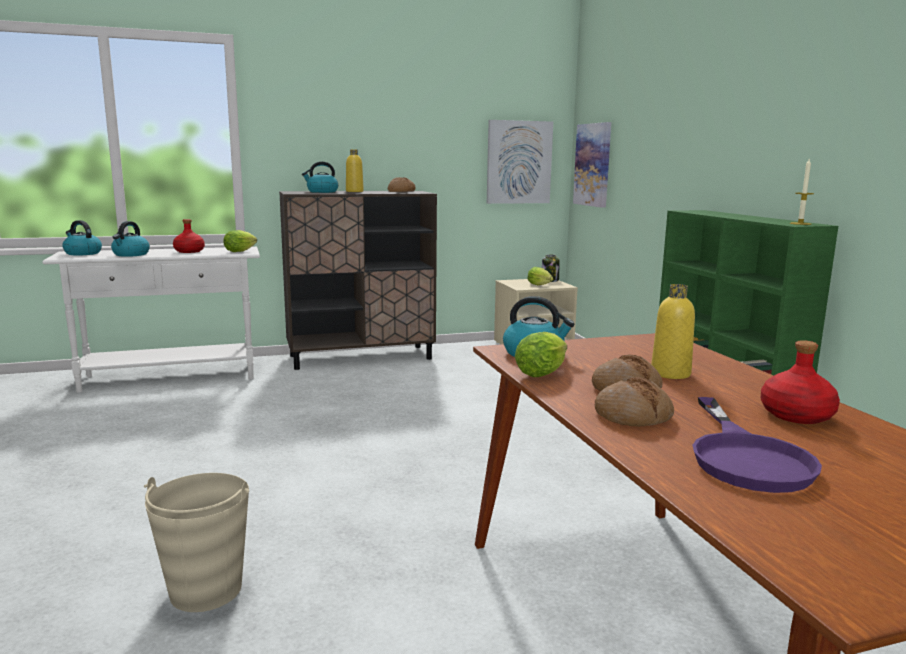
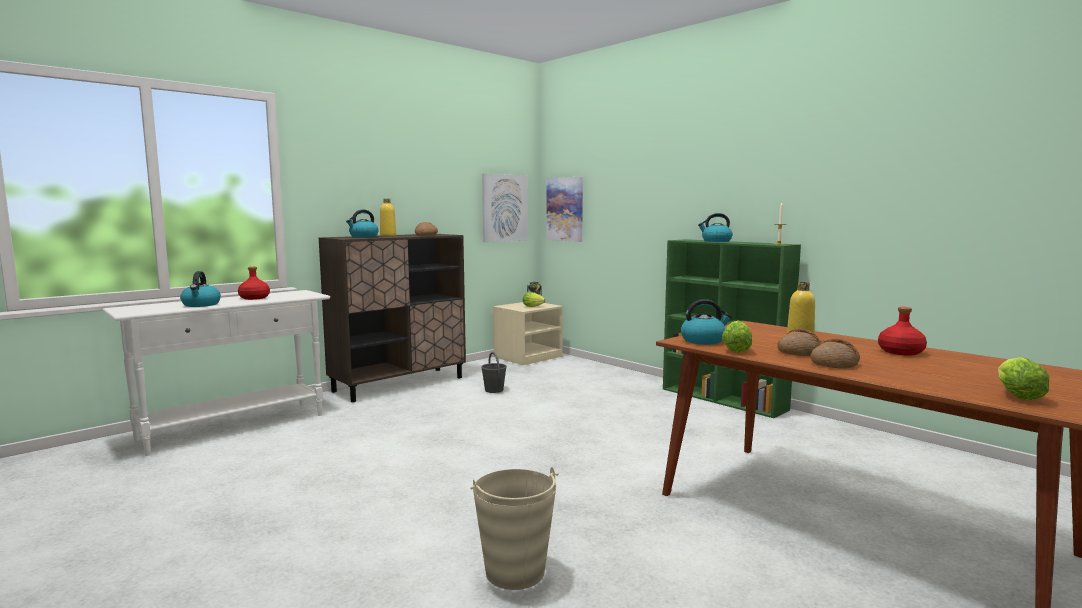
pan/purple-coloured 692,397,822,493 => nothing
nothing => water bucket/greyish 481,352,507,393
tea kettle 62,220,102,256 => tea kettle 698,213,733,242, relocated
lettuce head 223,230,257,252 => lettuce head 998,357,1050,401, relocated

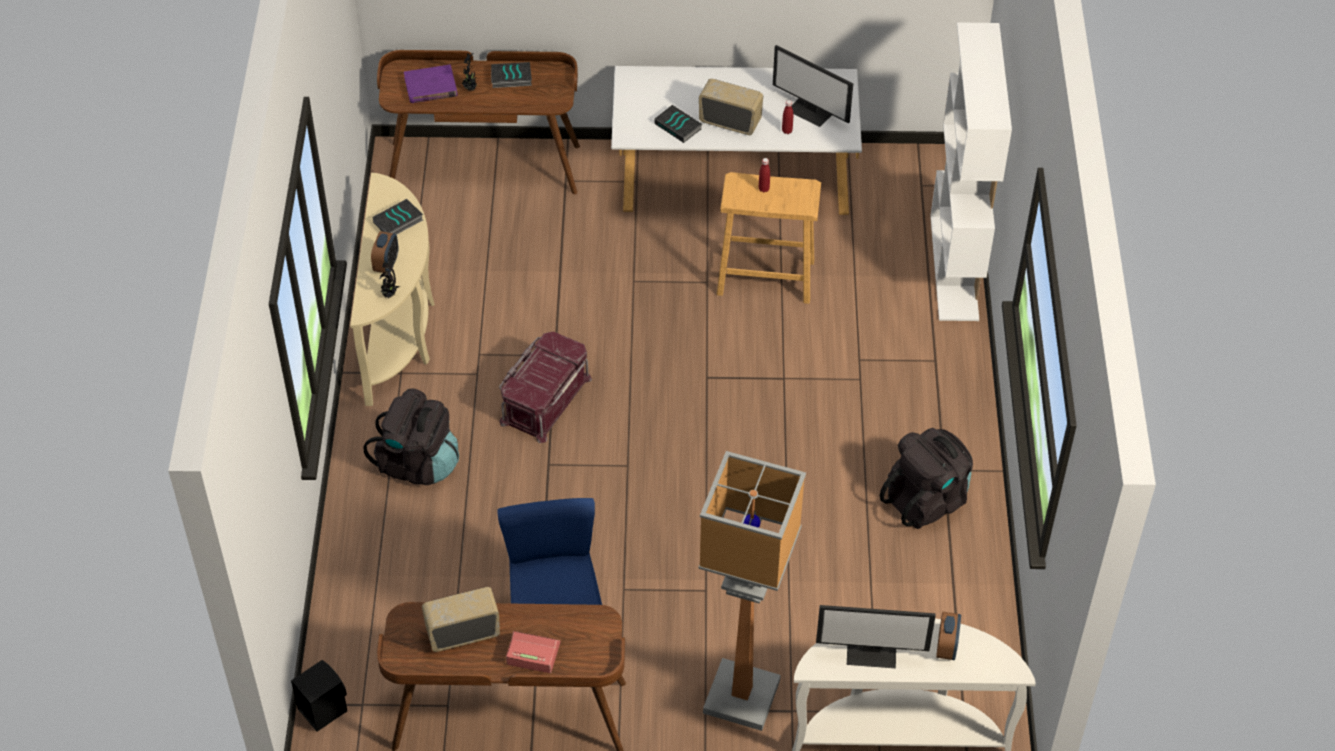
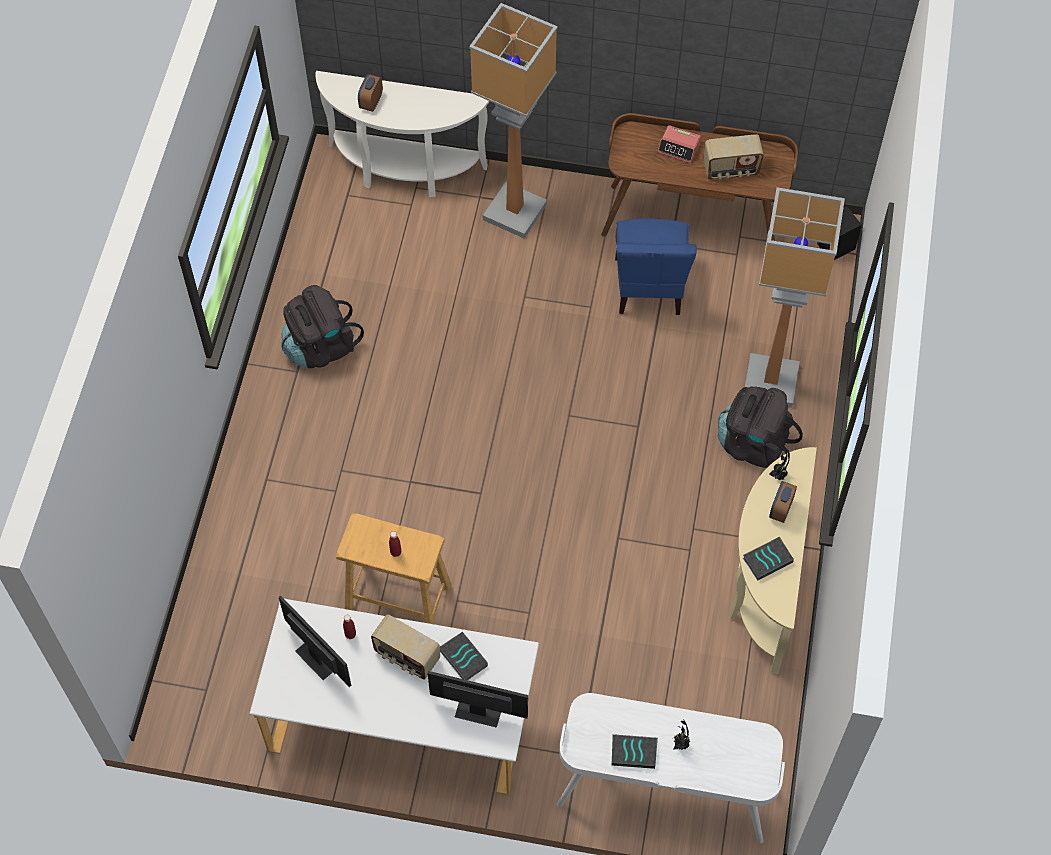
book/purple-coloured 404,64,457,103 => nothing
storage container/red 499,331,592,443 => nothing
shelving unit/whitish 930,22,1012,321 => nothing
nothing => standard lamp 745,187,845,408
monitor 816,605,936,668 => monitor 427,671,528,728, relocated
desk table/brownish 377,50,580,194 => desk table/whitish 557,693,785,844

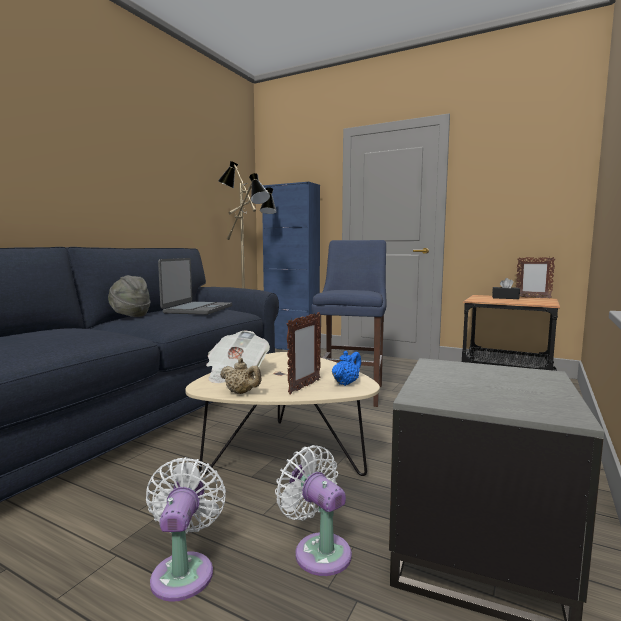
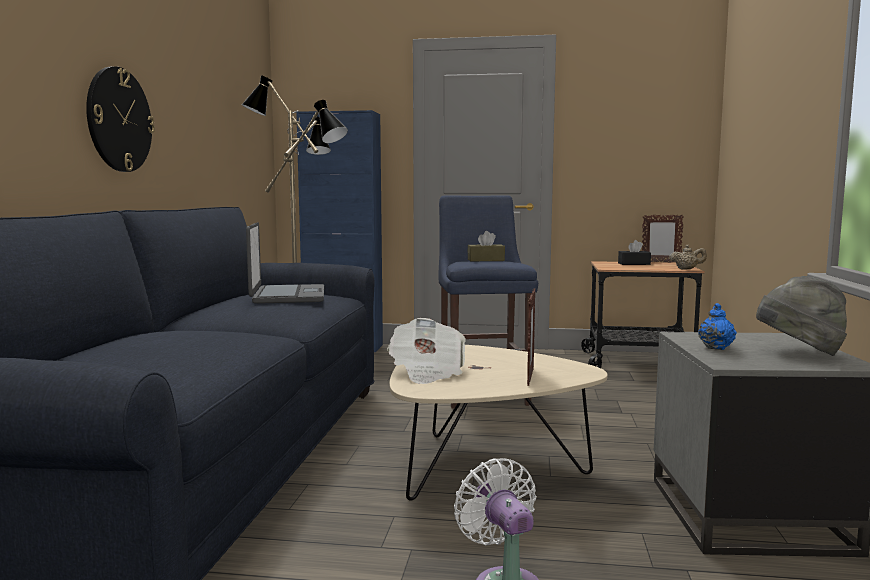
electric fan/whitish 275,445,352,576 => nothing
nothing => wall clock 86,66,155,172
nothing => tissue box/brownish 468,231,505,261
clothing hat/greyish 108,275,150,317 => clothing hat/greyish 756,276,847,356, relocated
tea pot/beige-coloured 220,358,262,394 => tea pot/beige-coloured 669,245,707,270, relocated
tea pot/bluish 332,351,361,386 => tea pot/bluish 698,303,737,350, relocated

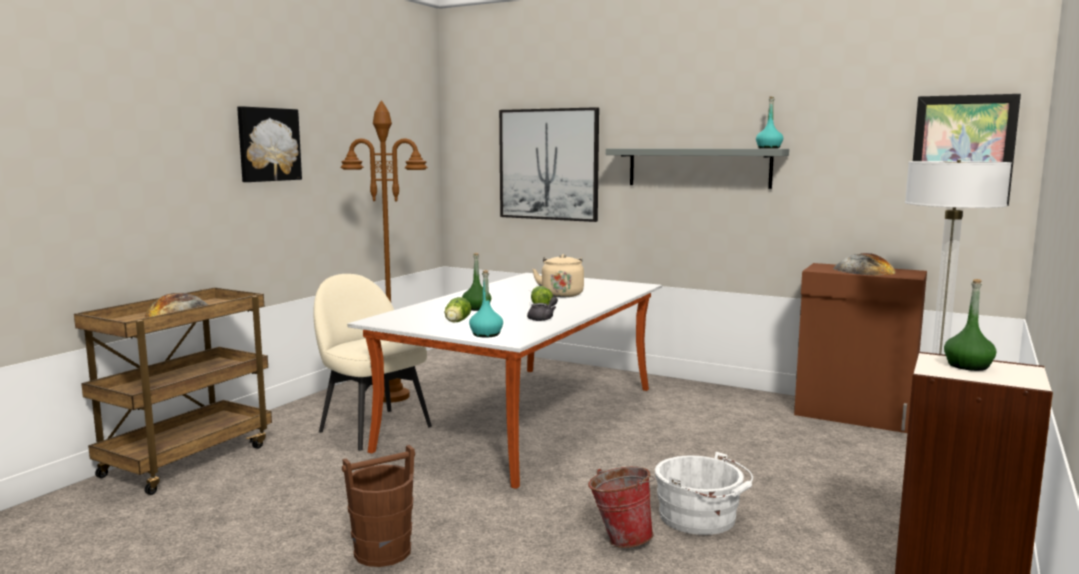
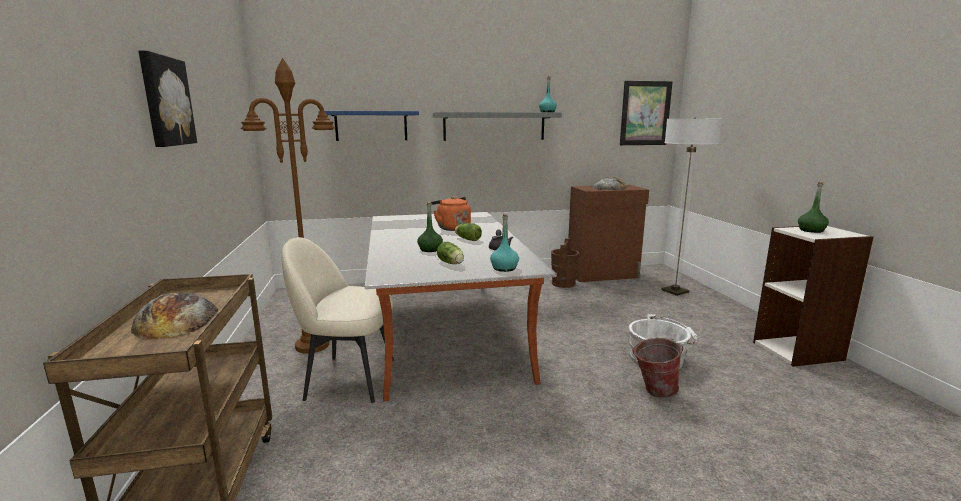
water bucket/brownish 342,445,415,567 => water bucket/brownish 551,238,579,288, relocated
wall art 499,107,599,222 => shelf/bluish 318,111,419,141
tea kettle/beige-coloured 532,254,584,297 => tea kettle/orangey 431,196,471,231

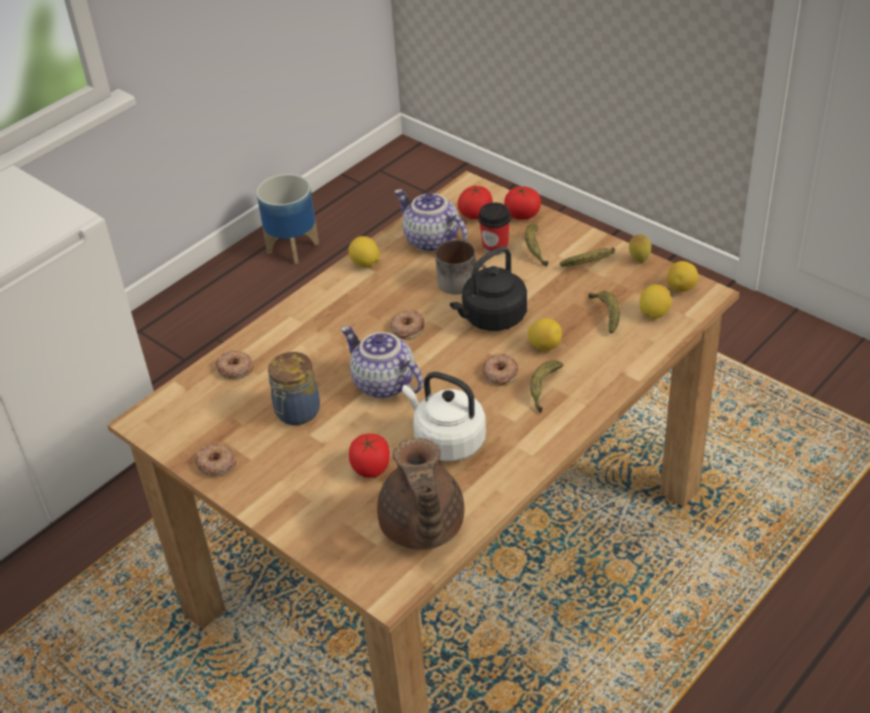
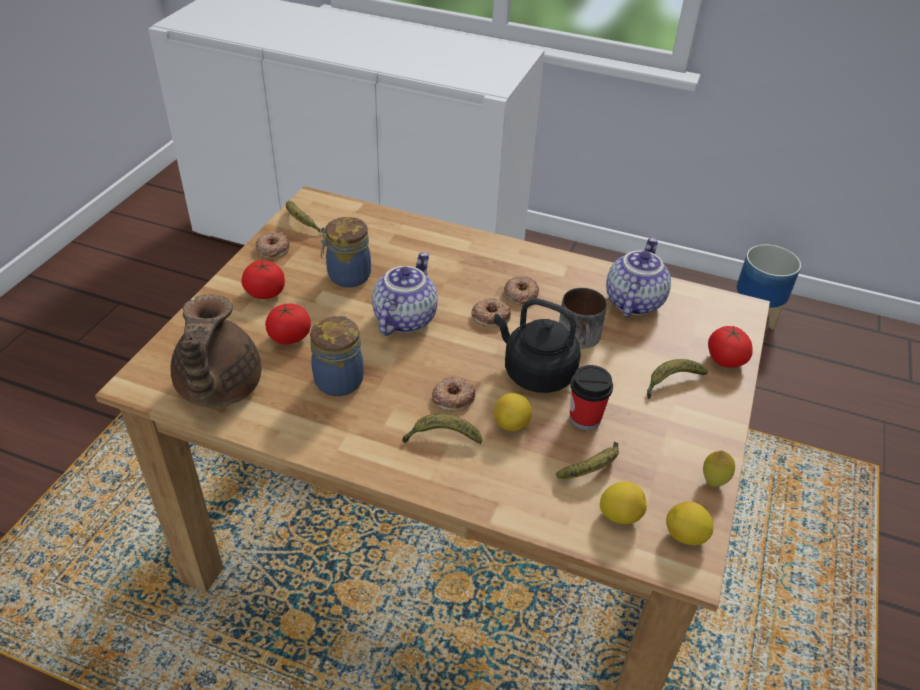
lemon 348,236,380,267 => nothing
ring doughnut 215,350,253,380 => ring doughnut 504,275,539,305, relocated
fresh tomato 458,185,493,220 => fresh tomato 241,260,285,299, relocated
cup 478,202,511,255 => cup 570,365,613,430, relocated
banana fruit 560,247,615,267 => banana fruit 286,201,325,233, relocated
tea kettle/whitish 402,372,486,461 => preserve jar 310,316,364,396
tea pot/brownish 377,438,465,550 => tea pot/brownish 170,294,262,407, 60 degrees counterclockwise

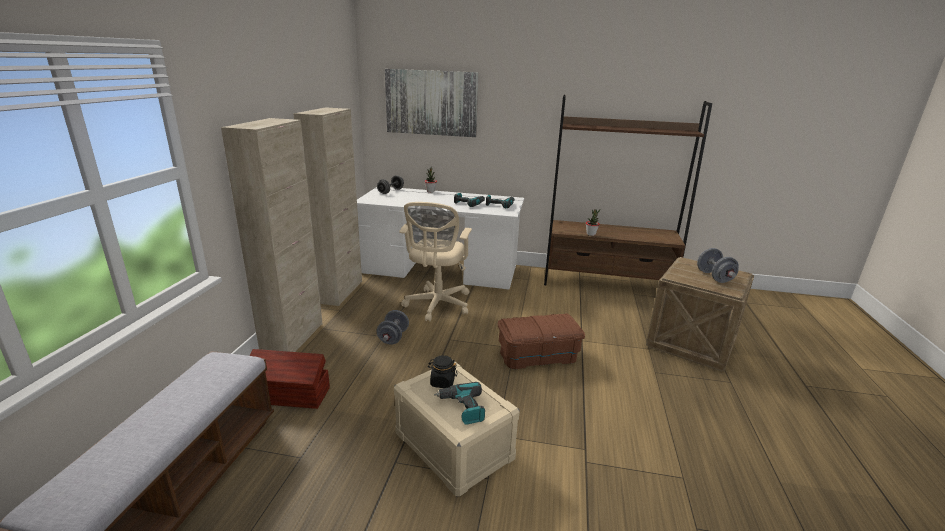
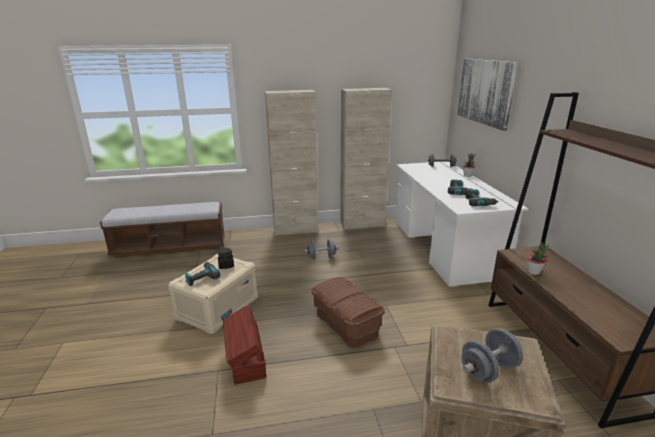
computer chair/beige-coloured 399,202,472,322 => nothing
storage container/brownish 249,349,330,409 => storage container/brownish 223,305,266,385, relocated

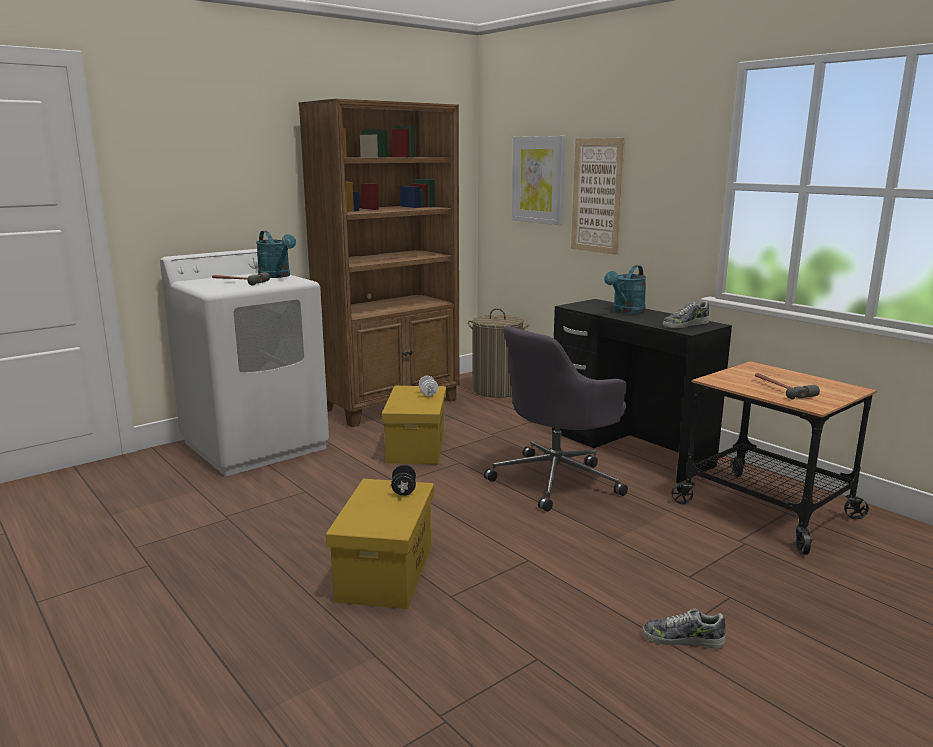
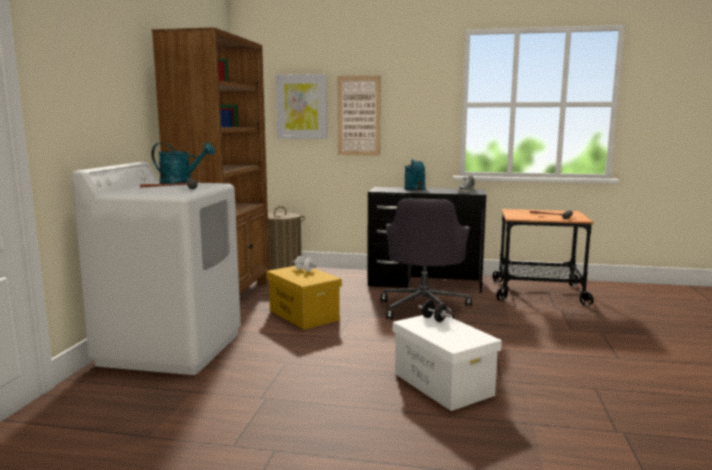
item of footwear 642,608,726,649 => nothing
storage container/yellowish 326,479,434,609 => storage container/whitish 393,313,502,411

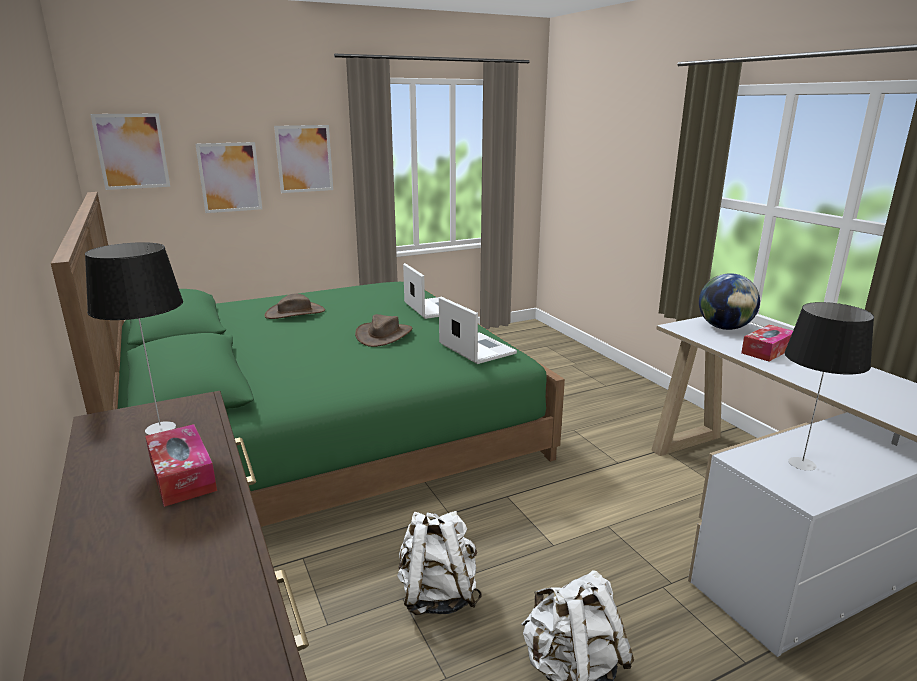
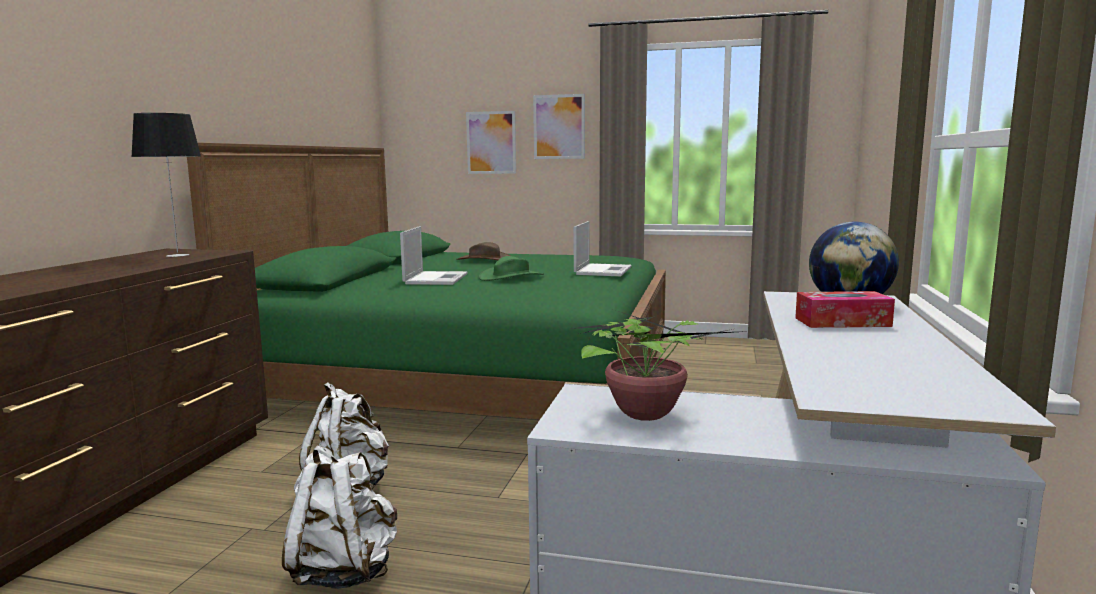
wall art 90,114,170,190 => nothing
tissue box 145,424,217,507 => nothing
laptop 439,297,517,364 => laptop 400,226,468,285, relocated
lamp for a table 785,302,874,471 => potted plant 571,312,749,421
clothing hat/brownish 355,314,412,347 => clothing hat/greenish 479,256,544,281

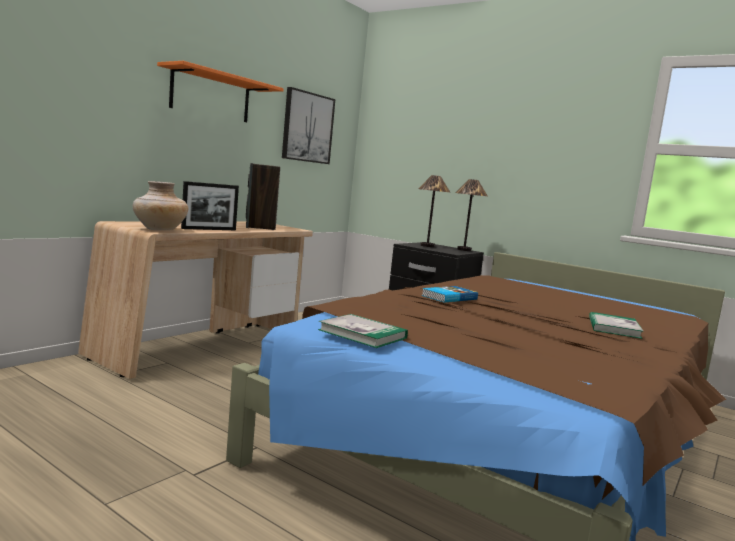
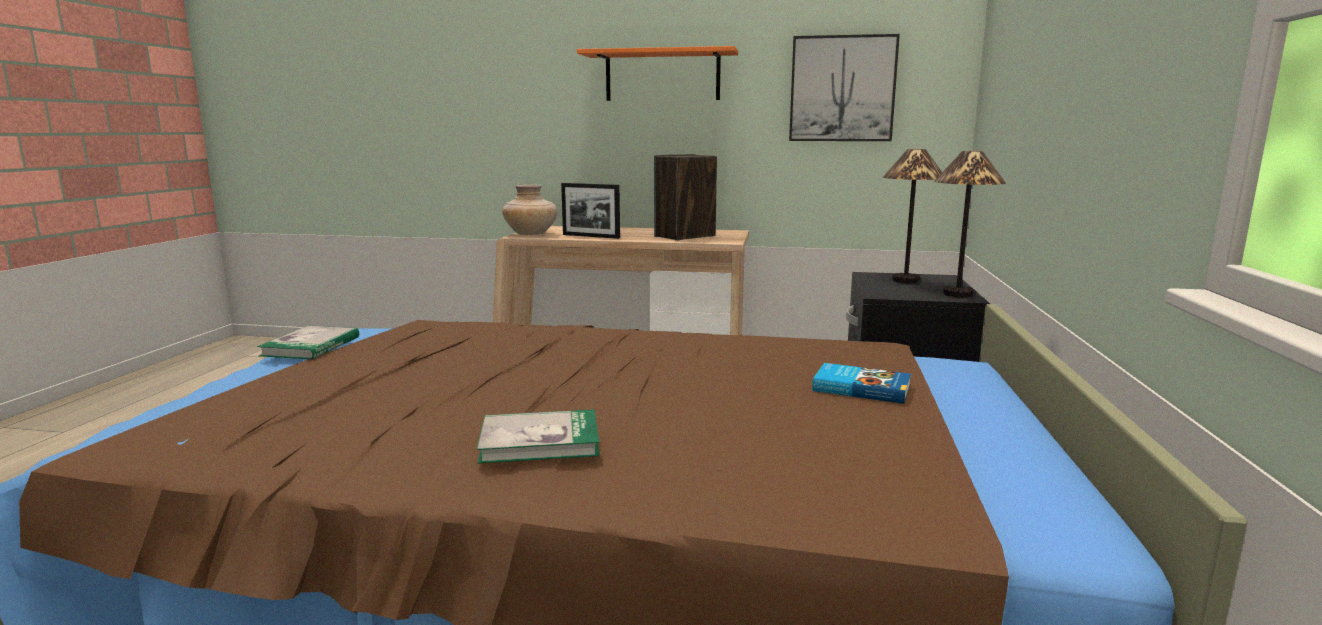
book 422,286,478,303 => book 812,363,911,404, relocated

